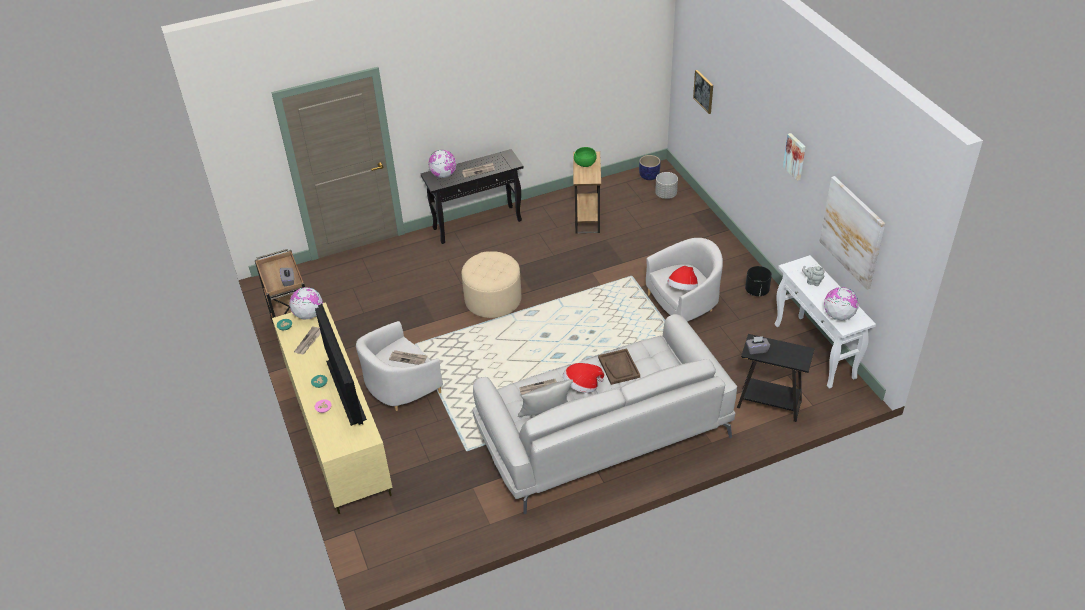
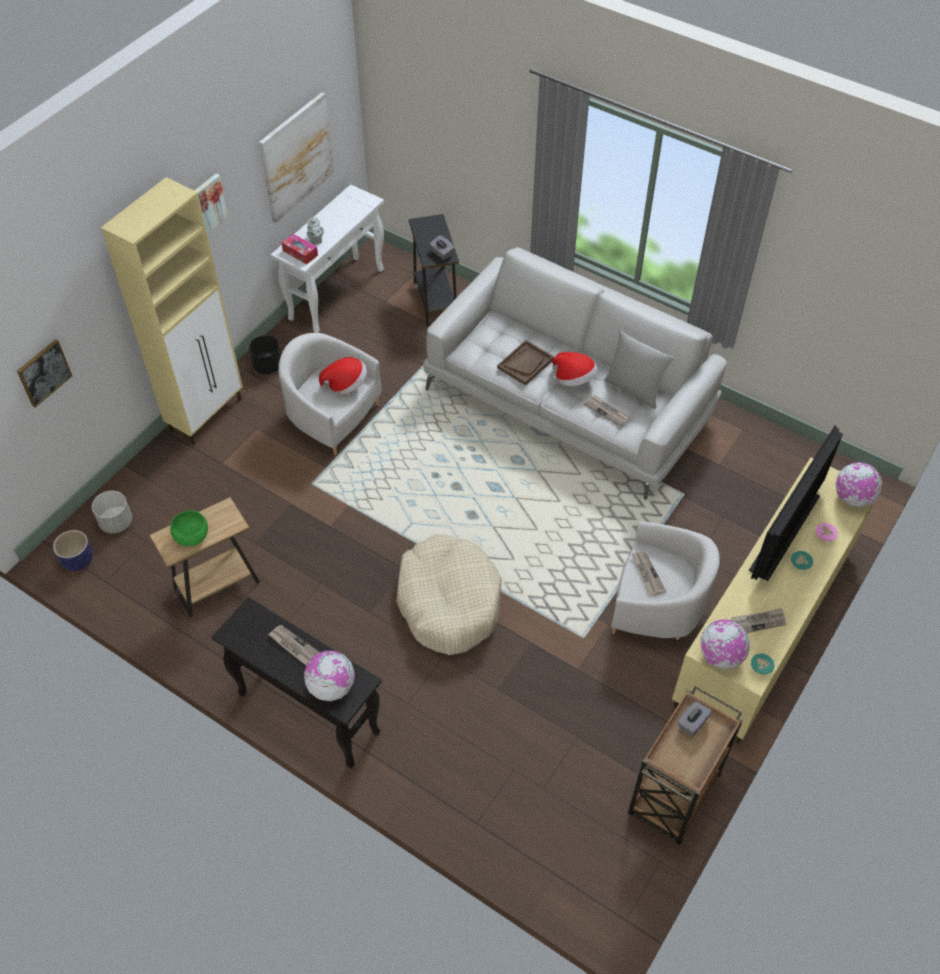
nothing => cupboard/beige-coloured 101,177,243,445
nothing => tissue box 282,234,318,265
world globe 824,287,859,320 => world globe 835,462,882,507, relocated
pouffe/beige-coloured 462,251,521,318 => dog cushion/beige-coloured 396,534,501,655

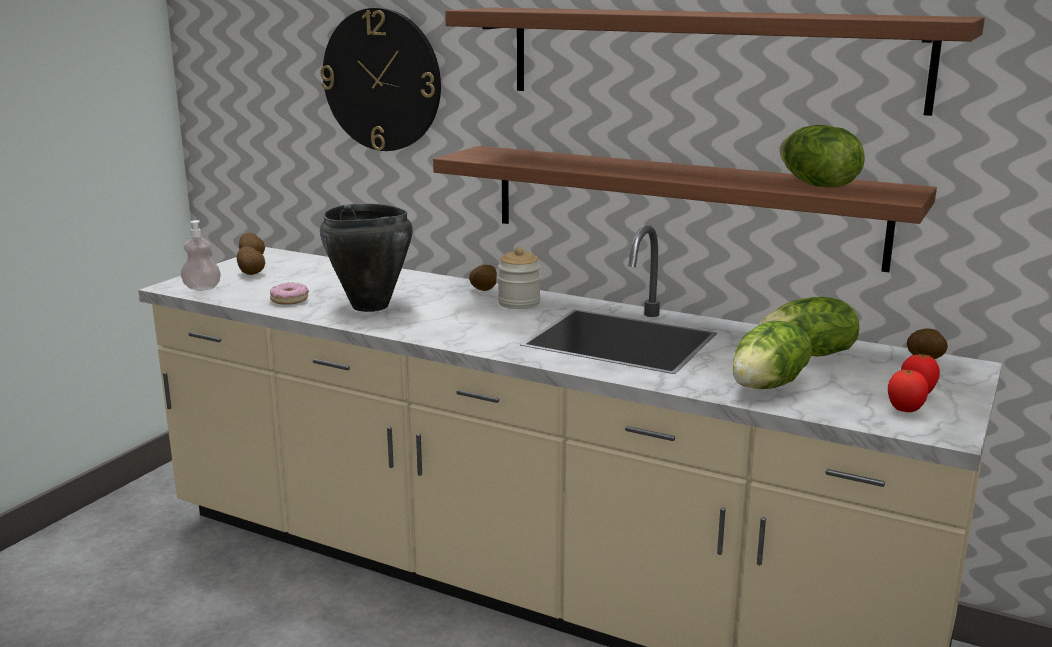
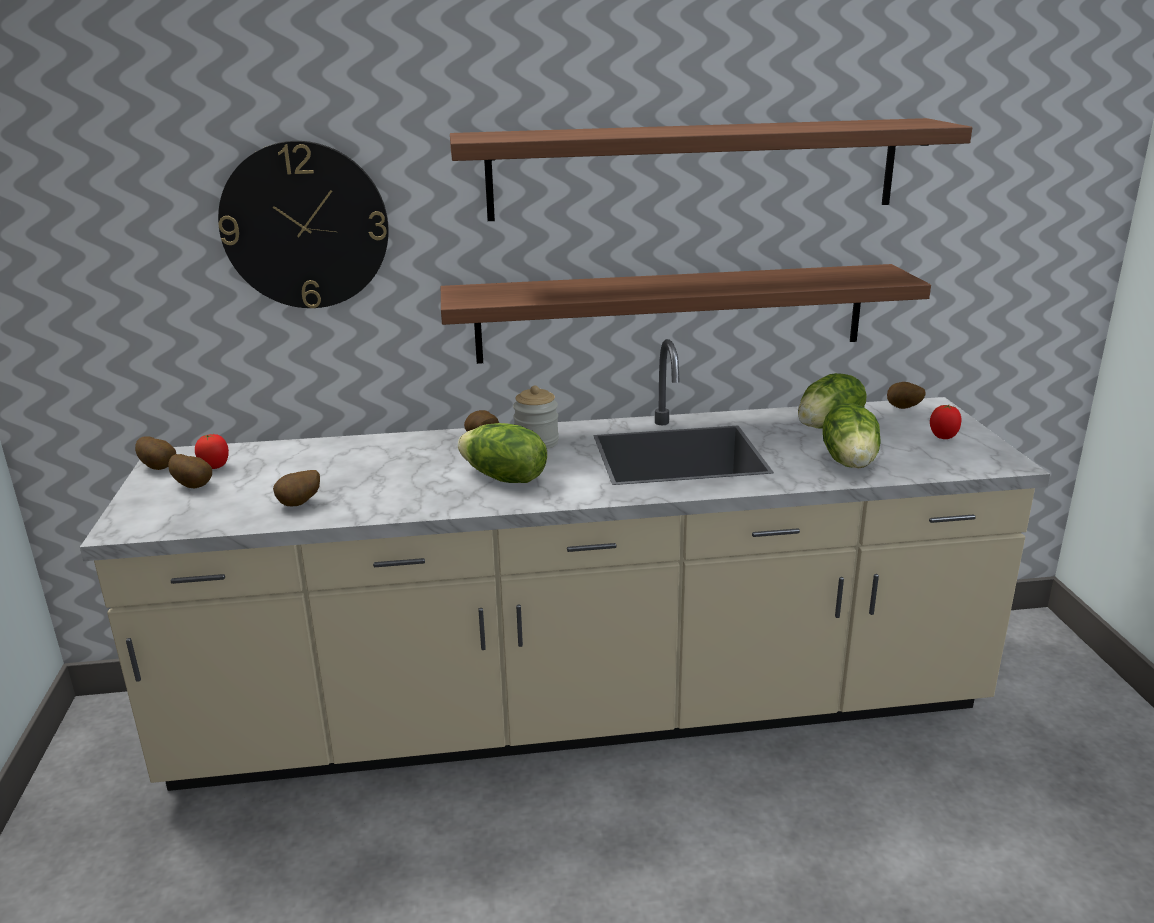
soap dispenser 181,220,221,291 => nothing
saucepot/black 320,204,413,312 => nothing
lettuce head 780,125,865,188 => lettuce head 458,423,547,483, relocated
fresh tomato 888,369,928,412 => fresh tomato 195,434,229,469, relocated
ring doughnut 270,283,309,305 => spud 273,470,320,506

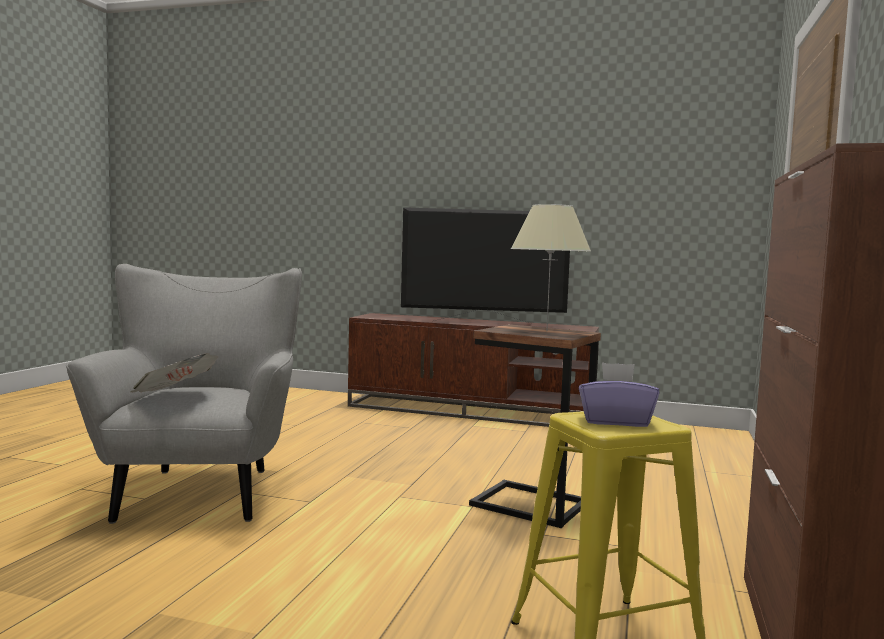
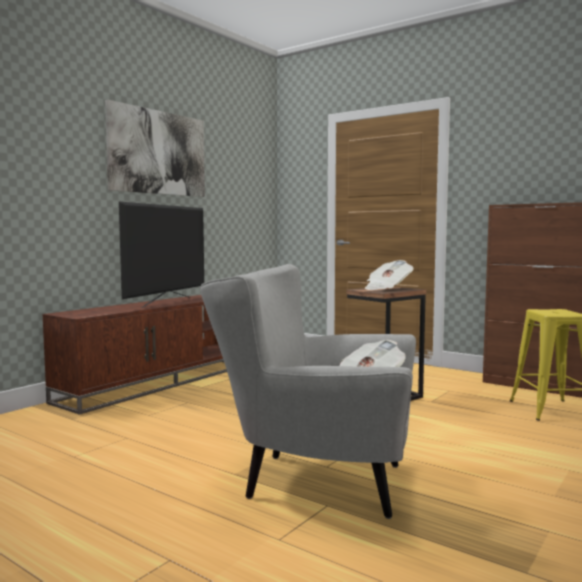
tissue box/purple-coloured 579,362,659,427 => nothing
nothing => wall art 105,99,205,197
lamp for a table/beige-coloured 511,204,591,331 => printed paper 365,260,413,290

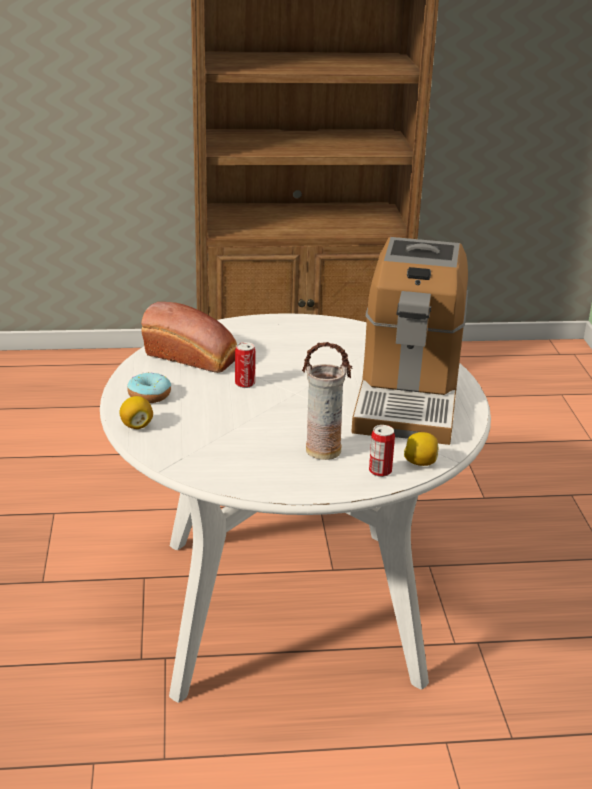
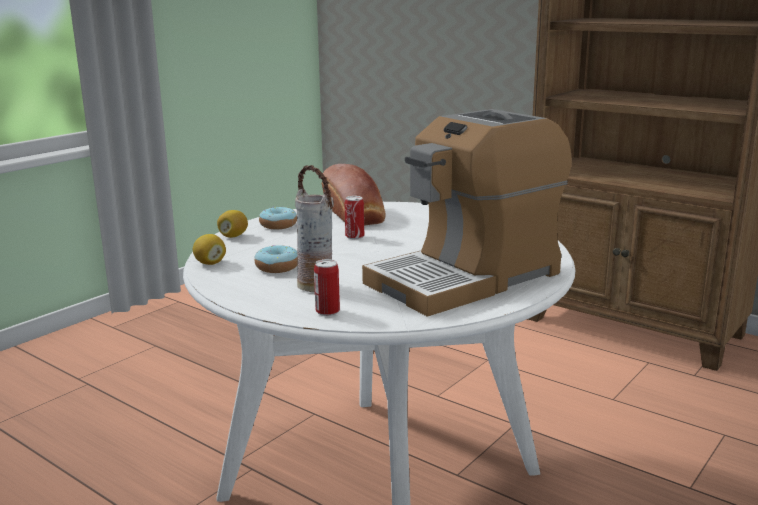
nothing => ring doughnut 255,245,298,273
lemon 404,432,438,466 => lemon 193,234,226,265, relocated

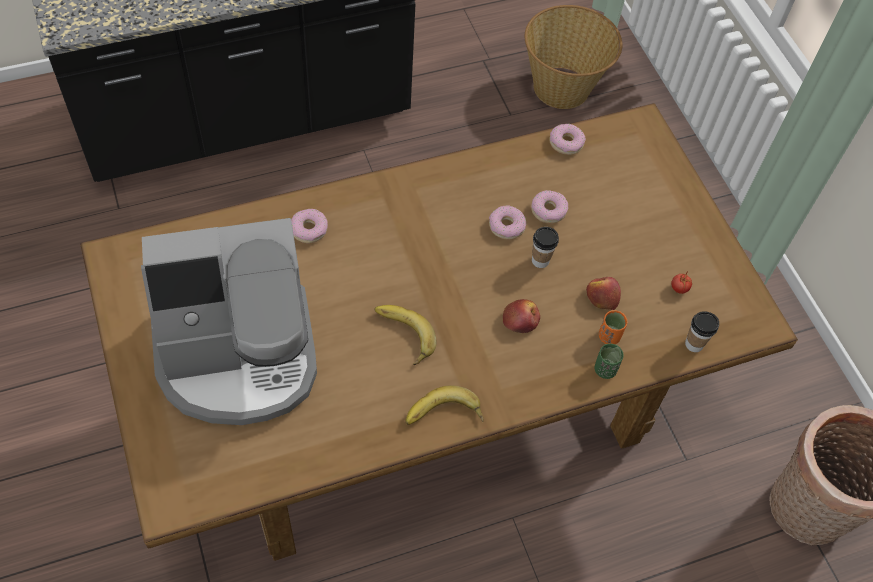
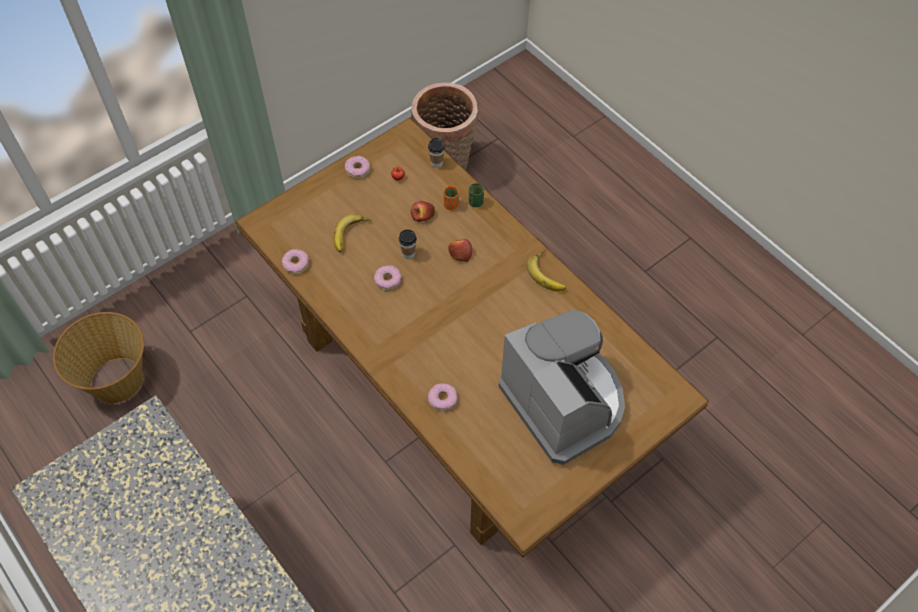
banana fruit 375,305,436,365 => banana fruit 334,213,372,252, relocated
ring doughnut 531,190,568,223 => ring doughnut 345,156,371,178, relocated

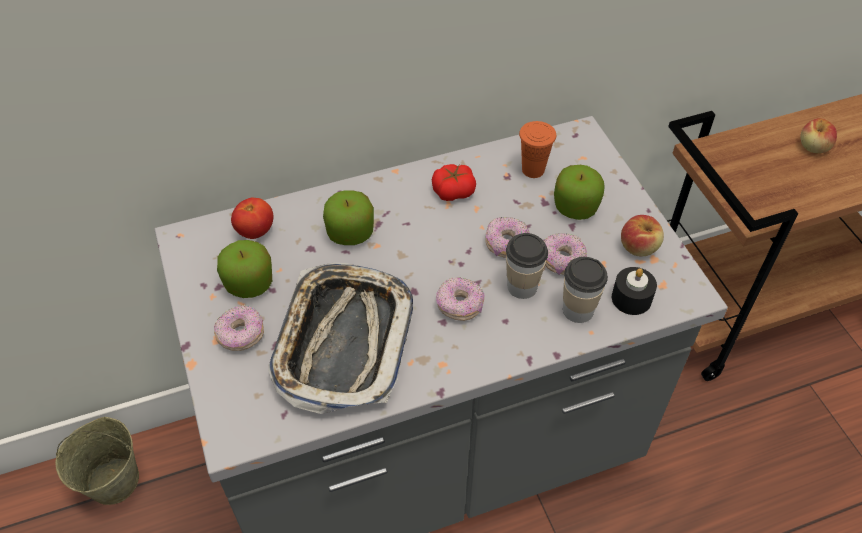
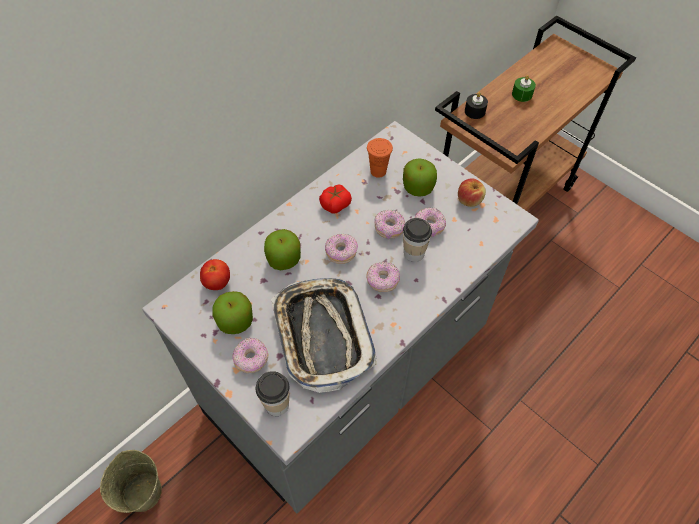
nothing => ring doughnut 325,234,358,264
cup 563,257,608,323 => cup 256,371,289,416, relocated
candle/black 612,267,657,315 => candle/black 465,92,488,119, relocated
apple 801,118,837,154 => candle/greenish 512,75,536,102

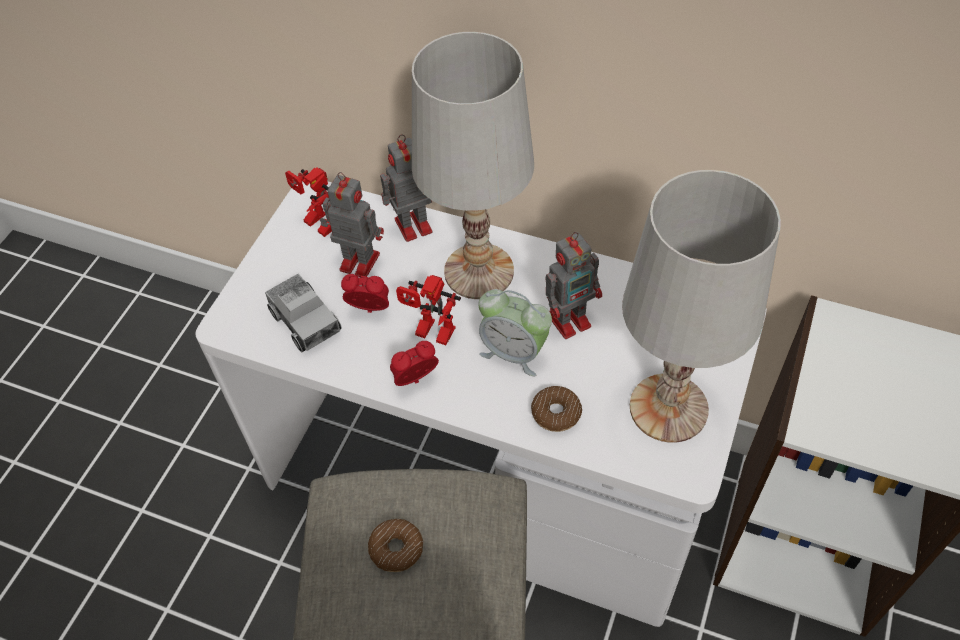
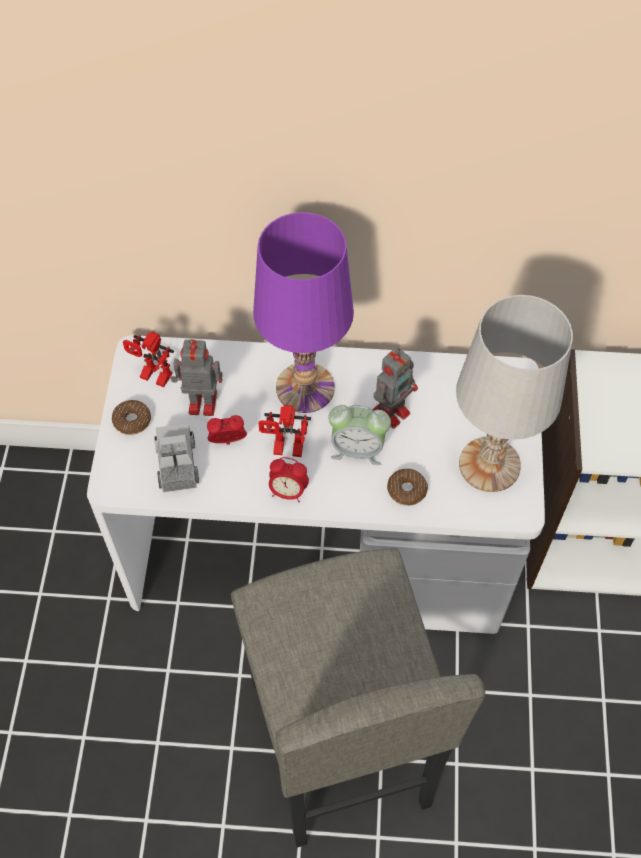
robot figure 380,134,433,242 => nothing
ring doughnut 368,519,423,572 => ring doughnut 112,400,151,435, relocated
lamp for a table/whitish 412,32,534,299 => lamp for a table/purple-coloured 253,212,354,413
toy truck 265,273,342,352 => toy truck 154,423,199,492, 135 degrees counterclockwise
table clock 390,341,439,386 => table clock 269,457,309,502, 120 degrees counterclockwise

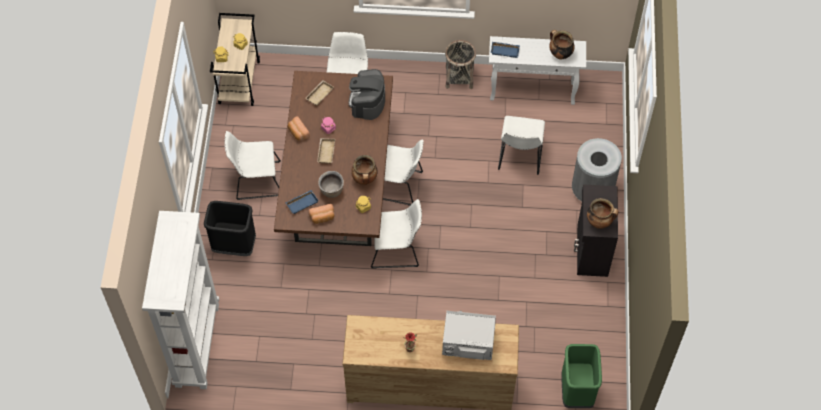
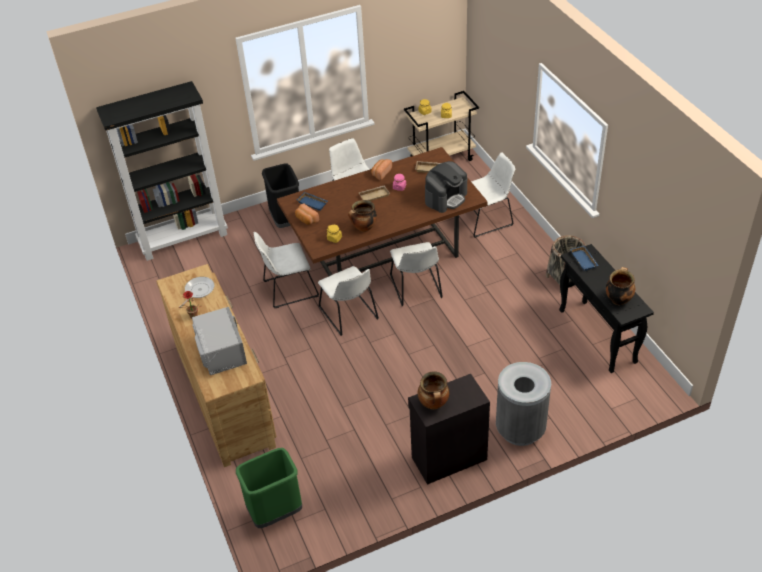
saucepot/brownish 318,171,344,198 => nothing
nothing => pan 180,277,214,307
plain chair/whitish 498,116,545,175 => plain chair/whitish 254,232,319,308, relocated
shelving unit/whitish 142,211,219,389 => shelving unit/black 96,81,228,261
narrow table/whitish 489,36,586,105 => narrow table/black 559,244,654,373
coffee machine 348,69,385,120 => coffee machine 425,161,467,213, 150 degrees clockwise

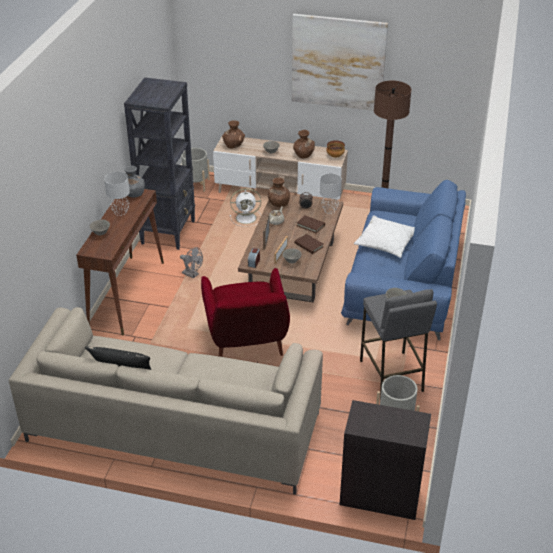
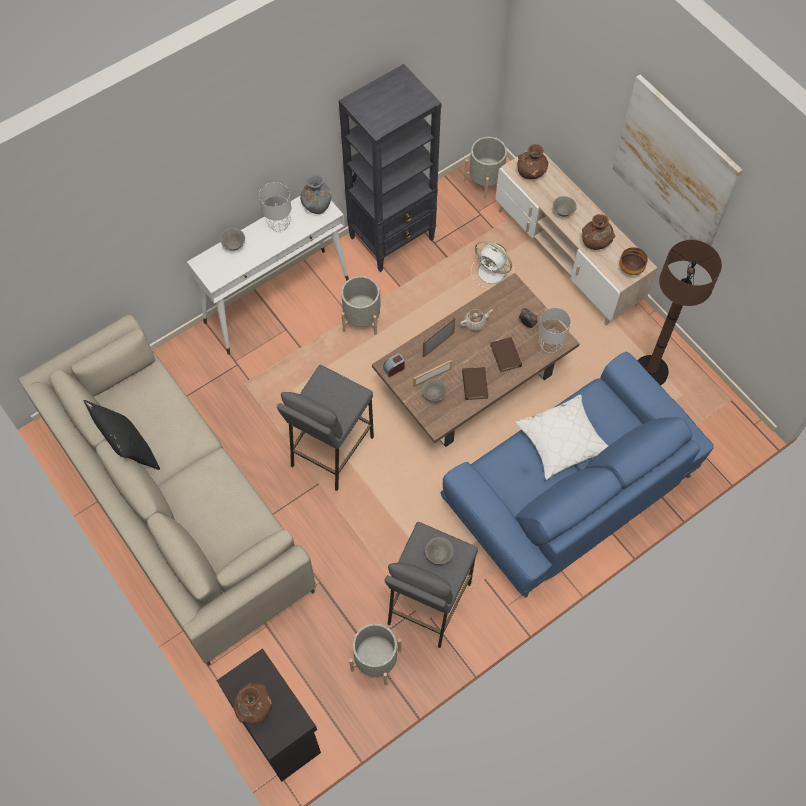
vase/brownish 268,178,290,207 => vase/brownish 233,683,272,724, relocated
electric fan/greyish 180,247,203,278 => flower pot/greyish 341,276,381,335
easy chair/red 201,268,290,357 => stool/greyish 277,365,374,491
narrow table/brownish 76,189,164,335 => narrow table/whitish 187,195,349,355

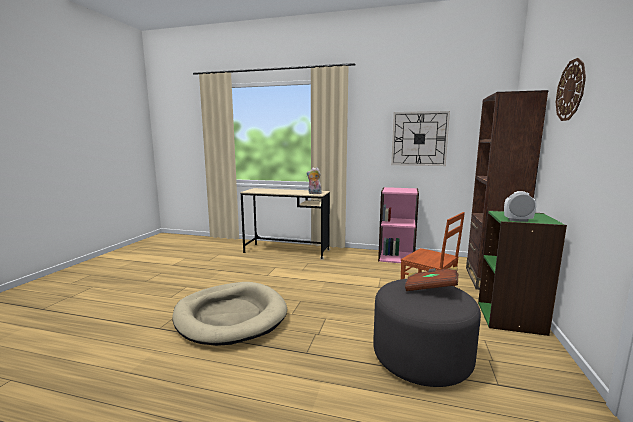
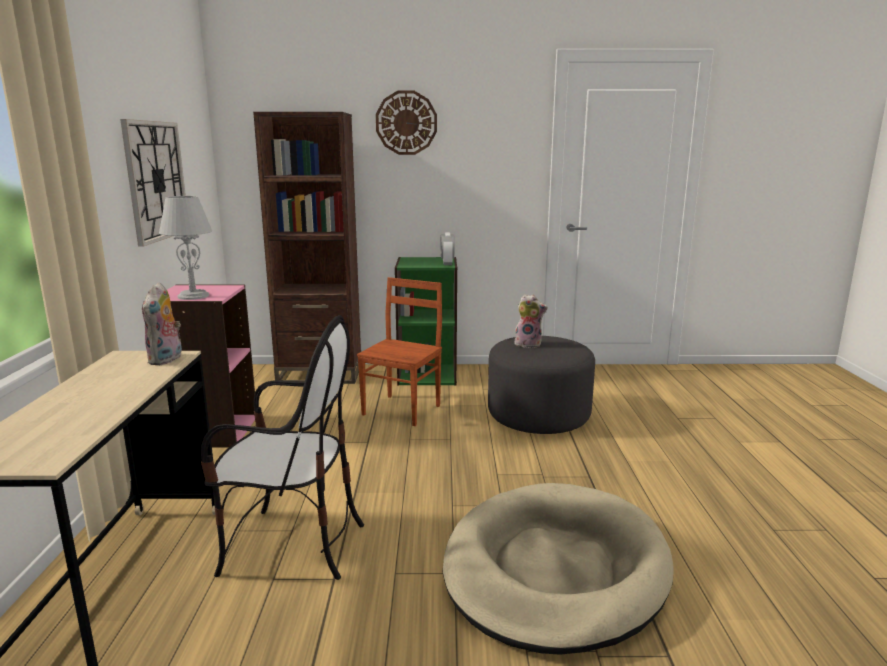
nothing => lamp for a table/greyish 159,196,212,300
nothing => plain chair 201,315,364,580
book/brownish 405,267,458,291 => cuddly toy 514,294,548,348

